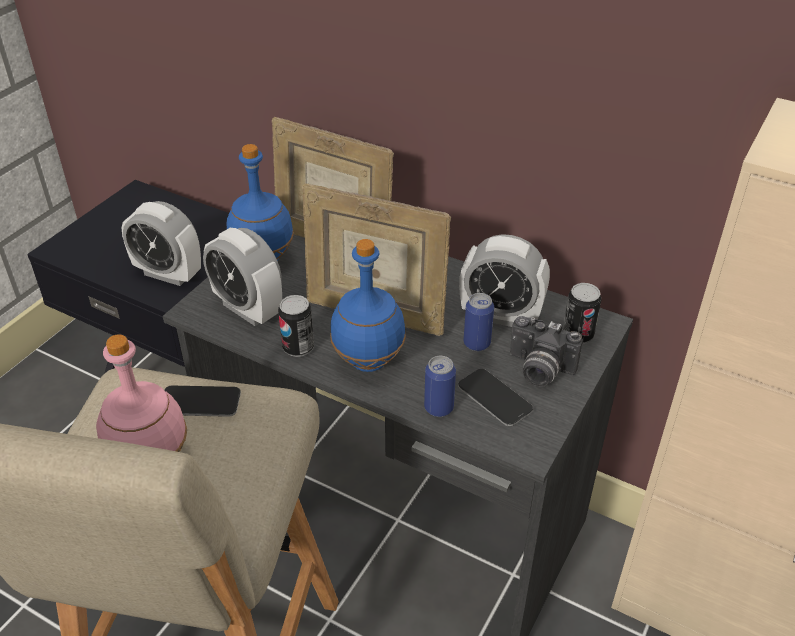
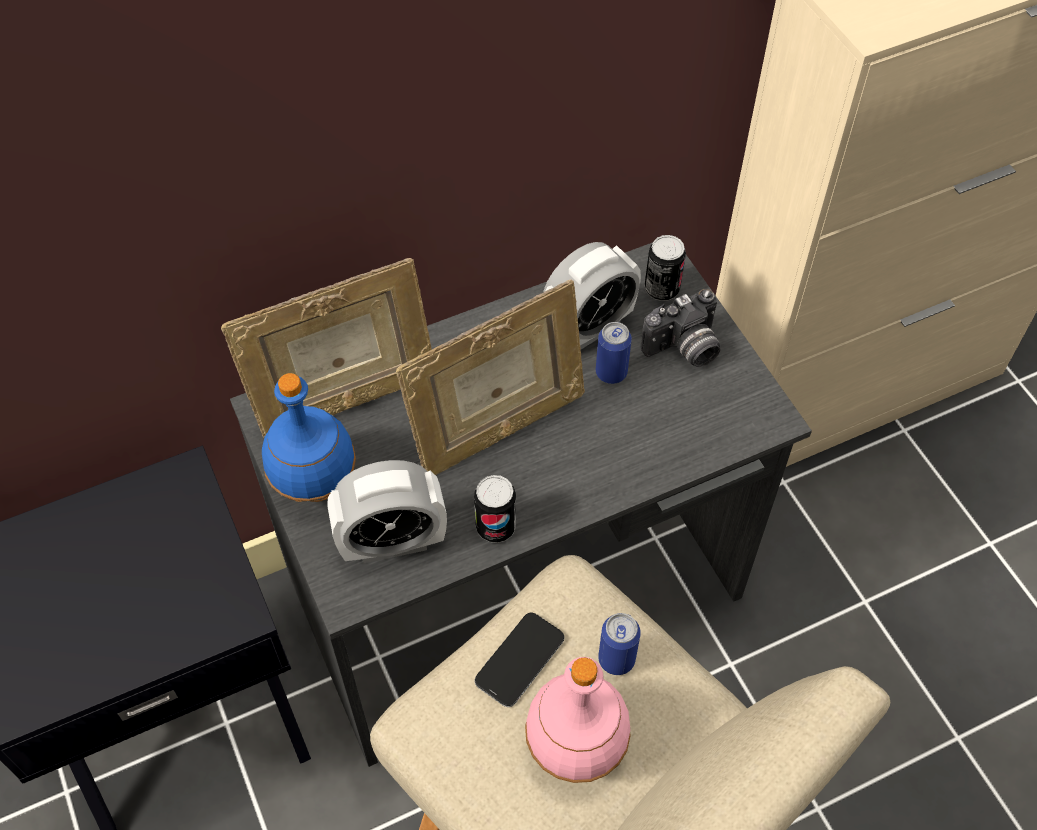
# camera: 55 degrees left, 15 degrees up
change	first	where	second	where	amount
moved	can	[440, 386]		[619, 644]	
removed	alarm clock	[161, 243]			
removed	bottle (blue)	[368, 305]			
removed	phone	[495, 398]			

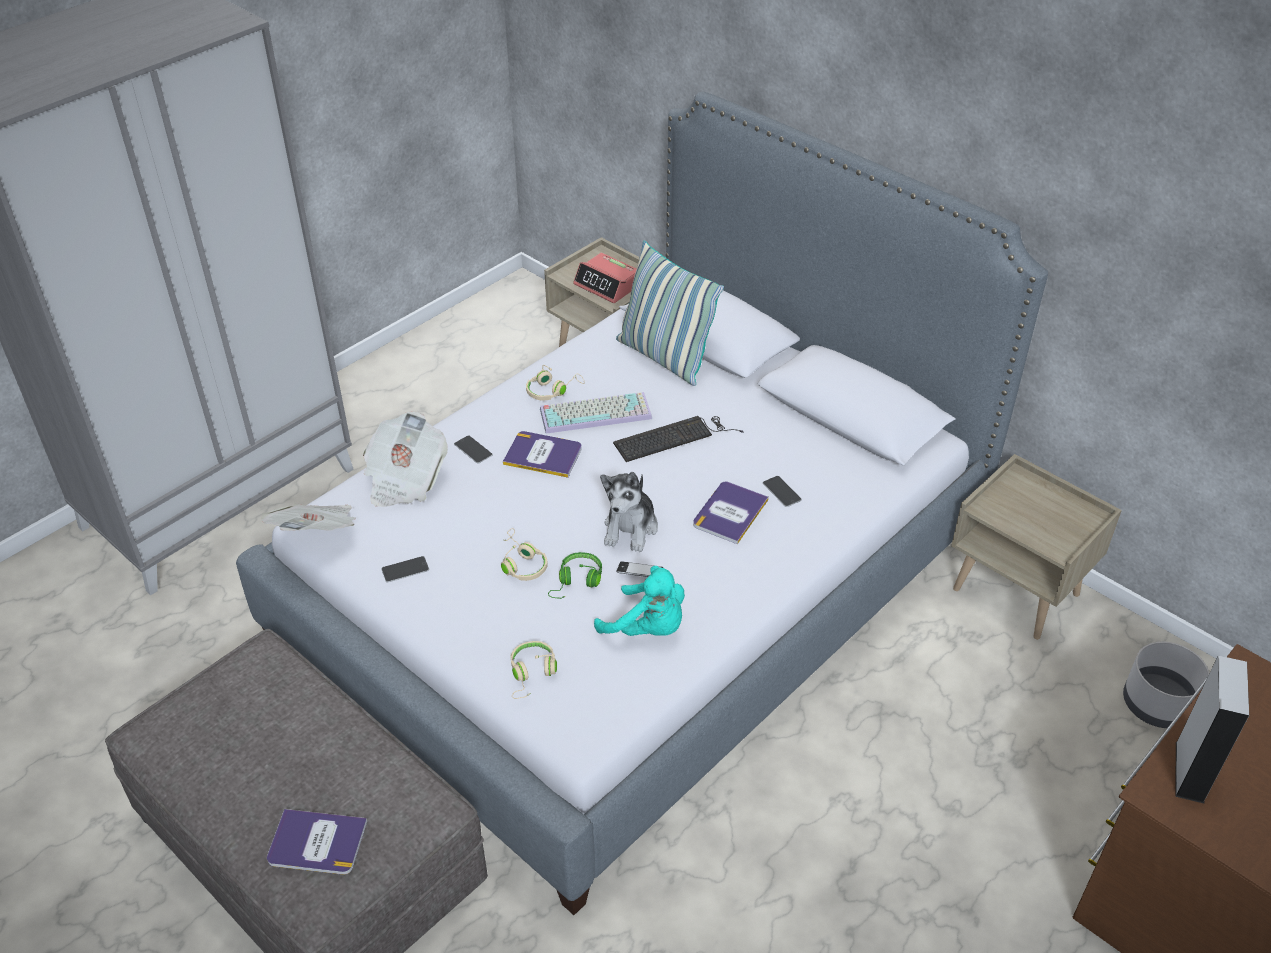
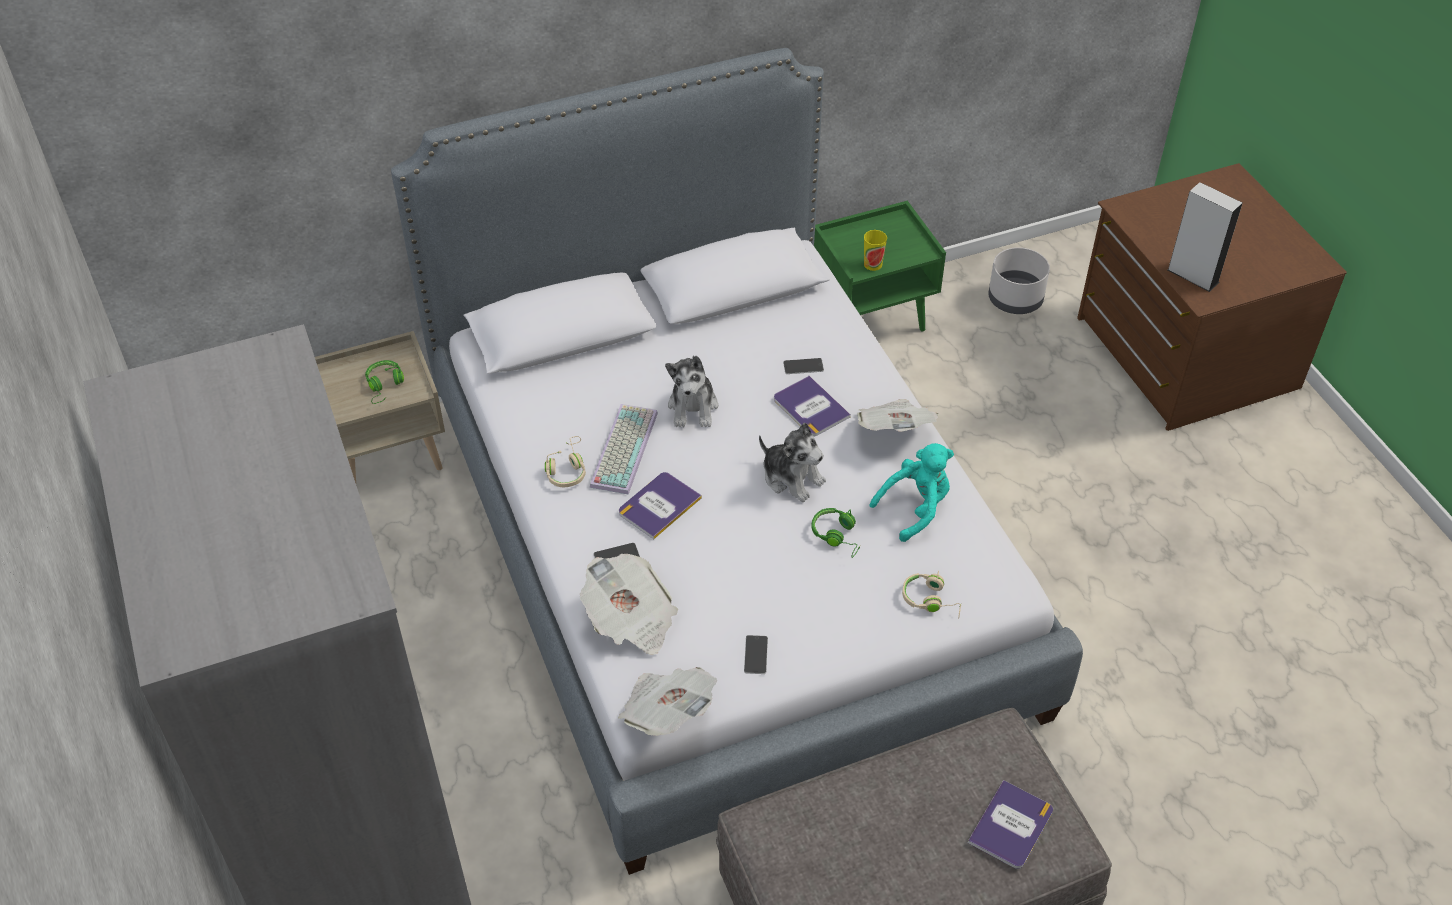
# camera: 65 degrees left, 5 degrees up
change	first	where	second	where	amount
replaced	alarm clock	[604, 278]	headphones (green)	[384, 382]	
replaced	keyboard	[678, 439]	plush toy	[691, 391]	
recoloured	nightstand (beige)	[1036, 547]	nightstand (green)	[880, 266]	
added			newspaper	[898, 415]	
added			cup	[875, 250]	
removed	headphones (beige)	[524, 554]			
removed	pillow	[670, 313]			
removed	phone	[640, 569]			

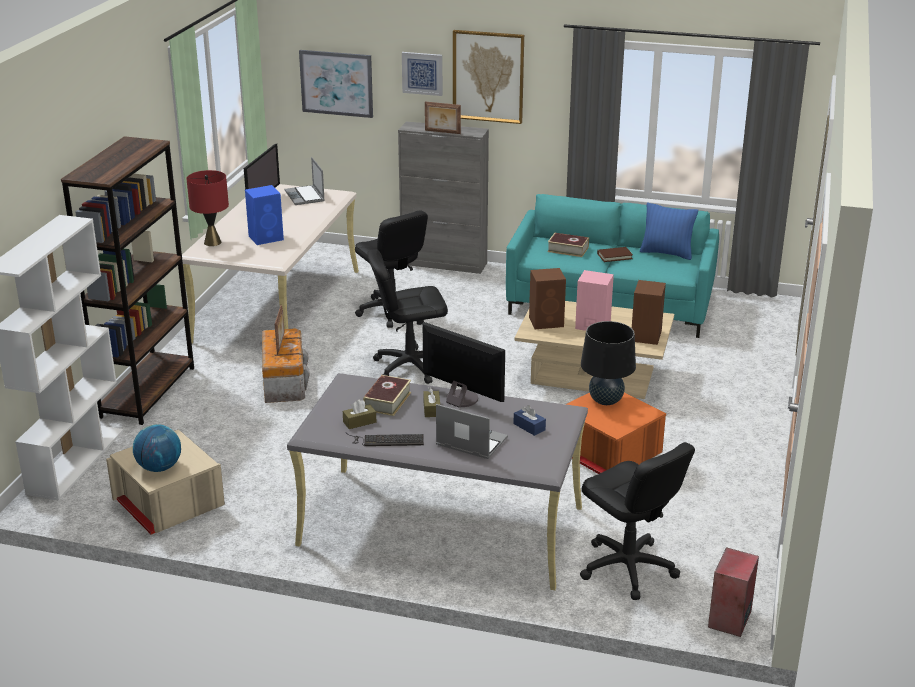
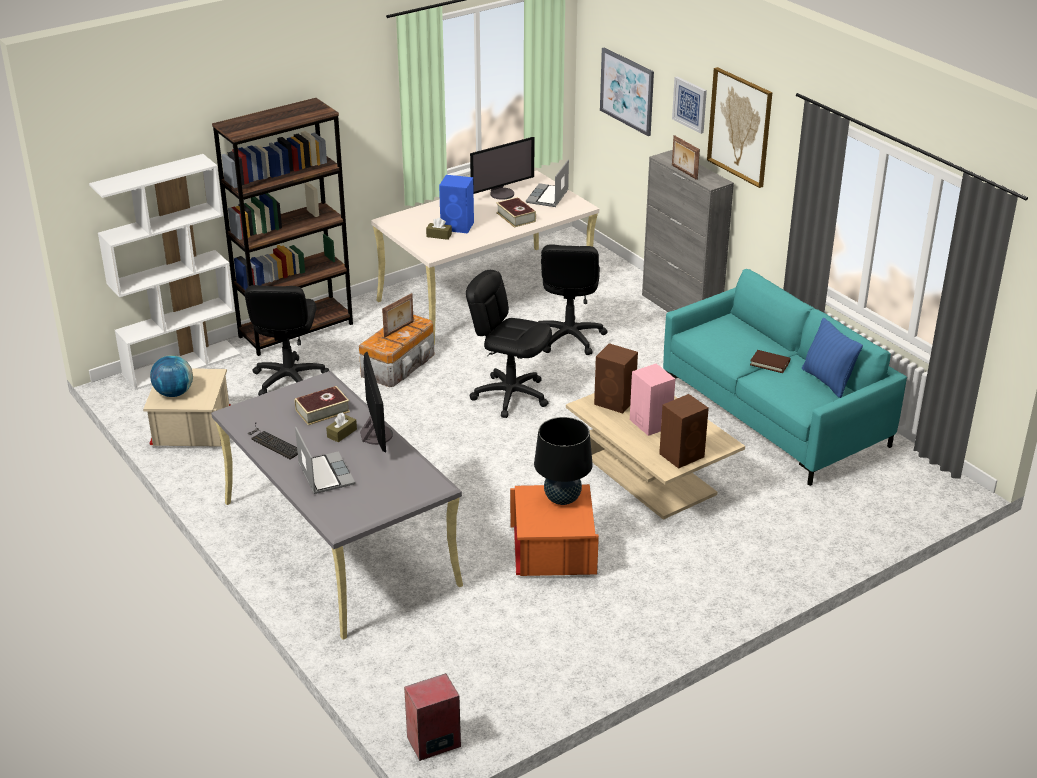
# camera: 40 degrees right, 5 degrees up
change	first	where	second	where	amount
moved	office chair (black)	[637, 521]		[286, 340]	
moved	tissue box (brown)	[359, 414]		[439, 229]	
moved	book	[568, 245]		[516, 212]	
removed	table lamp (red)	[207, 208]			
removed	tissue box (blue)	[530, 420]			

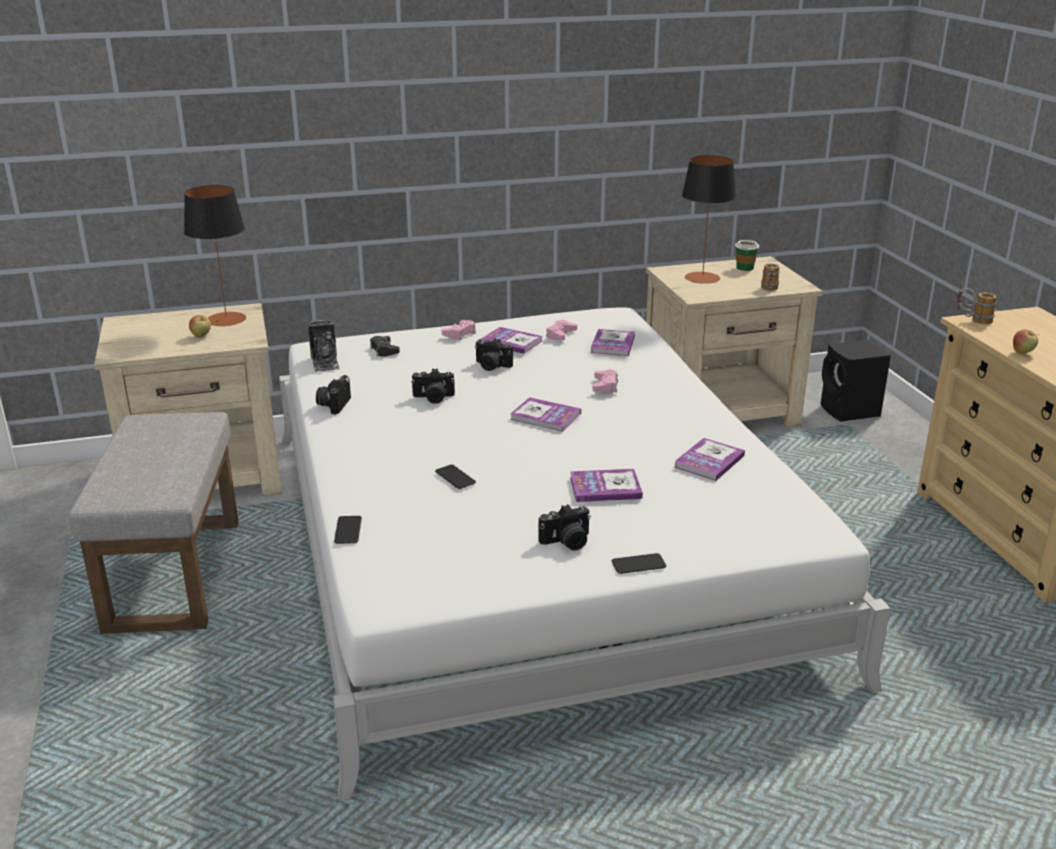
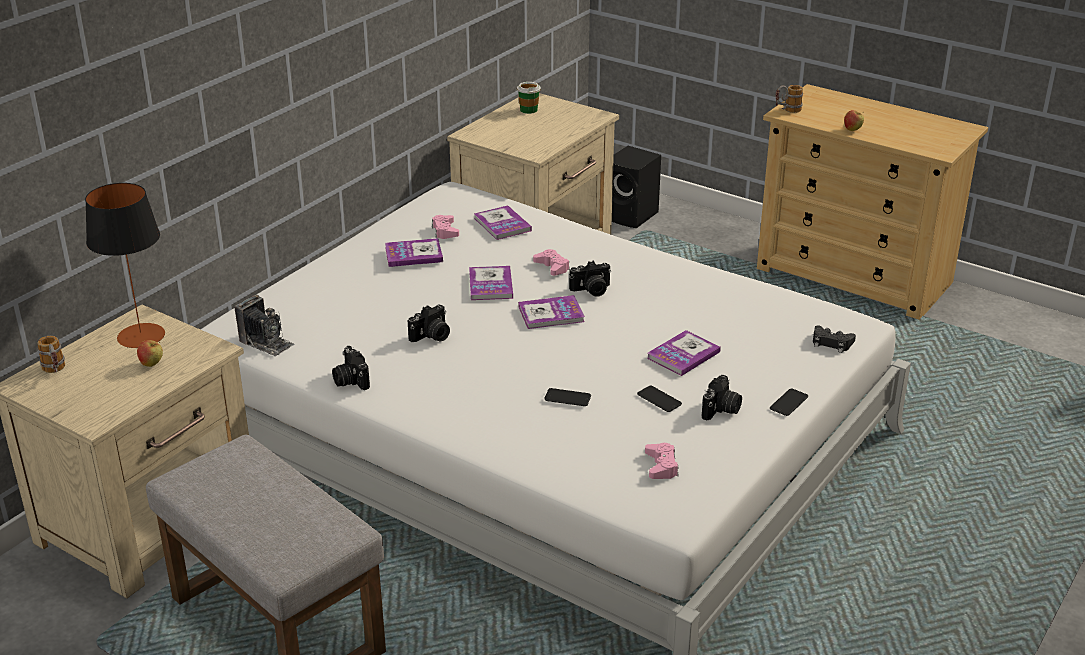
# camera: 40 degrees left, 5 degrees up
change	first	where	second	where	amount
moved	mug	[770, 277]		[51, 354]	
moved	book	[709, 459]		[491, 283]	
moved	photo camera	[494, 354]		[590, 278]	
moved	phone	[348, 530]		[659, 399]	
moved	game controller (pink)	[459, 330]		[662, 461]	
moved	game controller (black)	[385, 346]		[834, 339]	
removed	table lamp	[709, 219]			

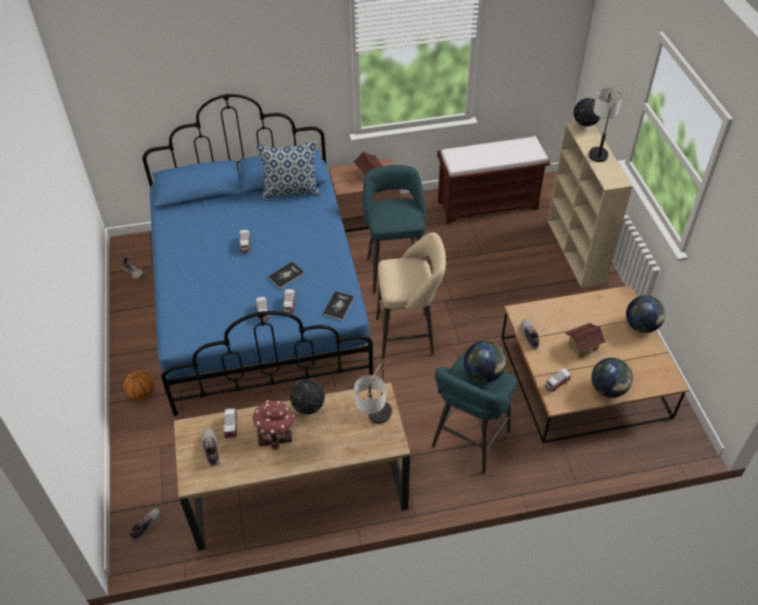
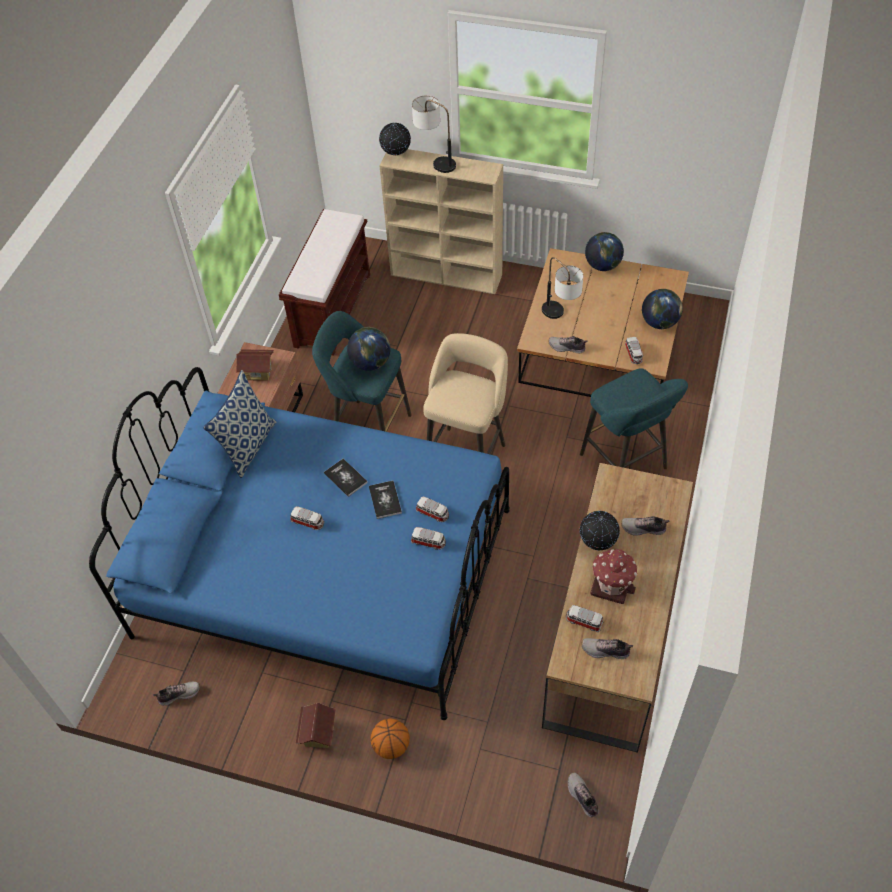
# camera: 60 degrees left, 5 degrees up
change	first	where	second	where	amount
moved	toy house	[585, 340]		[316, 725]	
moved	book	[339, 306]		[346, 478]	
moved	globe	[485, 362]		[368, 349]	
moved	table lamp	[373, 393]		[562, 288]	
added			shoe	[645, 526]	

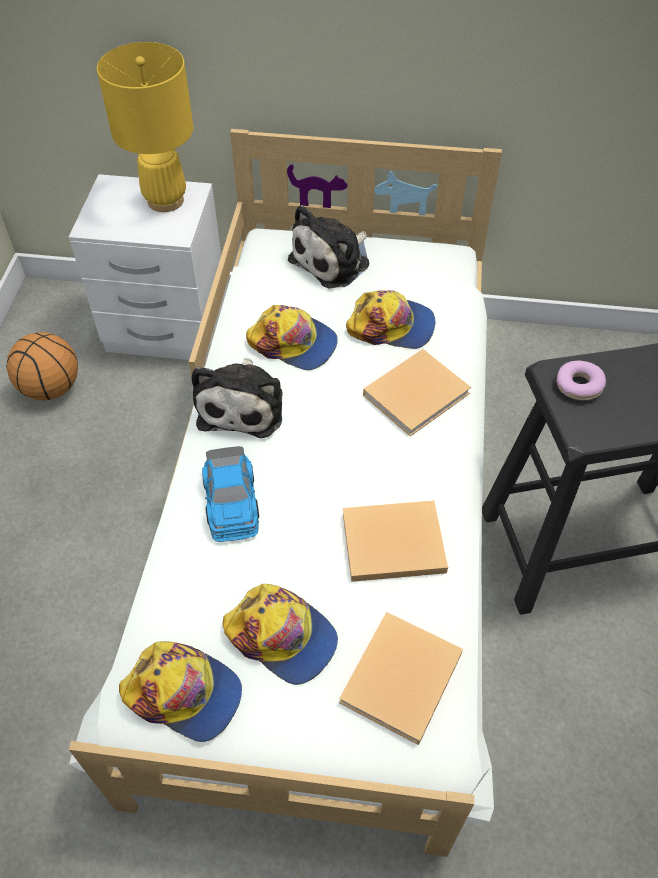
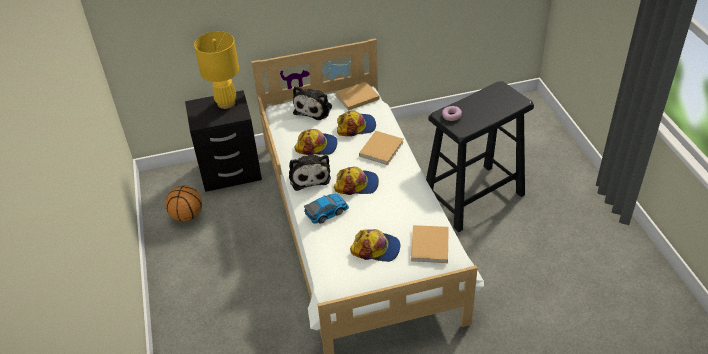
# camera: 20 degrees left, 10 degrees down
change	first	where	second	where	amount
recoloured	nightstand (white)	[147, 268]	nightstand (black)	[223, 141]	
turned	toy car	[230, 494]		[326, 209]	90 degrees counterclockwise
moved	cap	[180, 691]		[356, 181]	
moved	book (beige)	[395, 541]		[357, 96]	

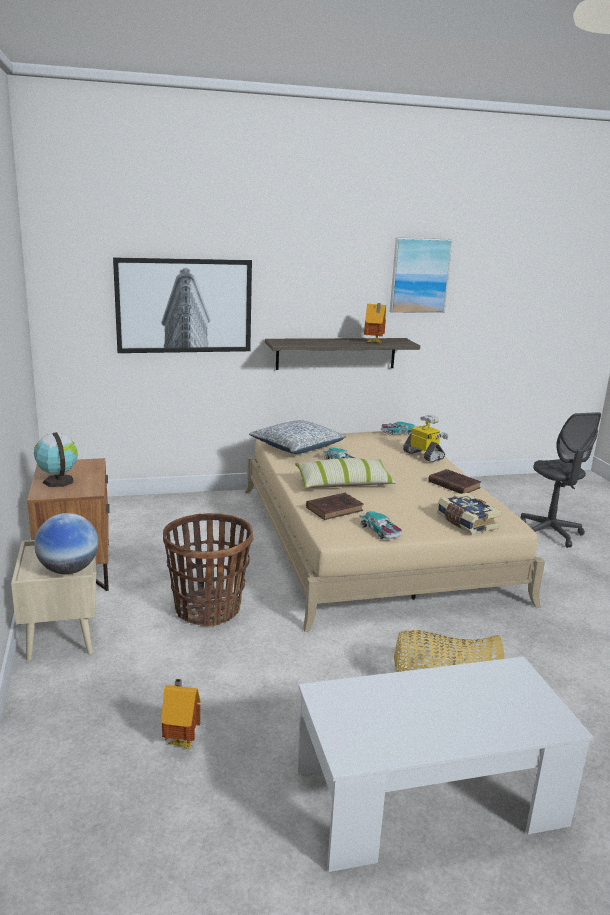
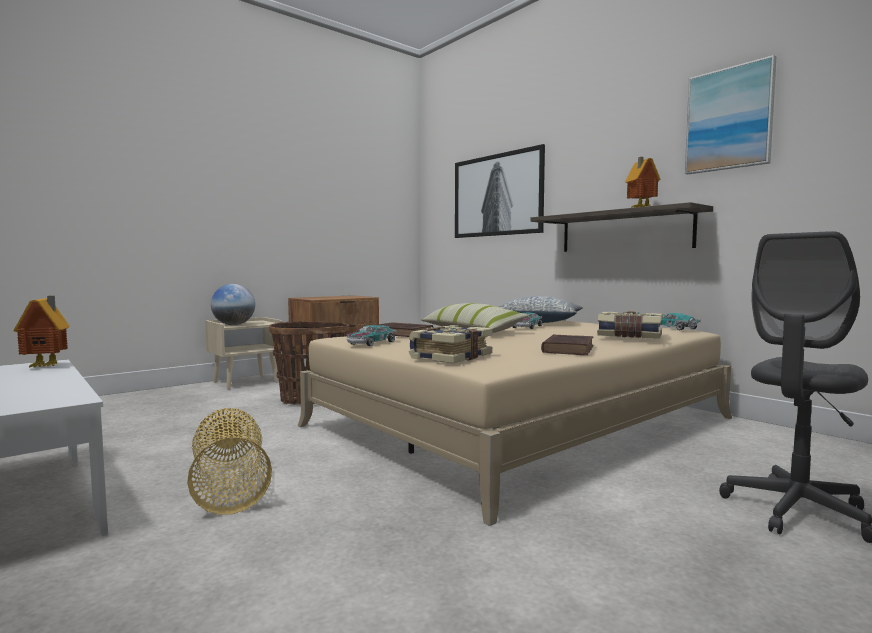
# camera: 65 degrees right, 15 degrees down
change	first	where	second	where	amount
moved	toy house	[181, 714]		[41, 331]	
replaced	toy robot	[425, 438]	book	[630, 325]	
removed	globe	[56, 459]			

